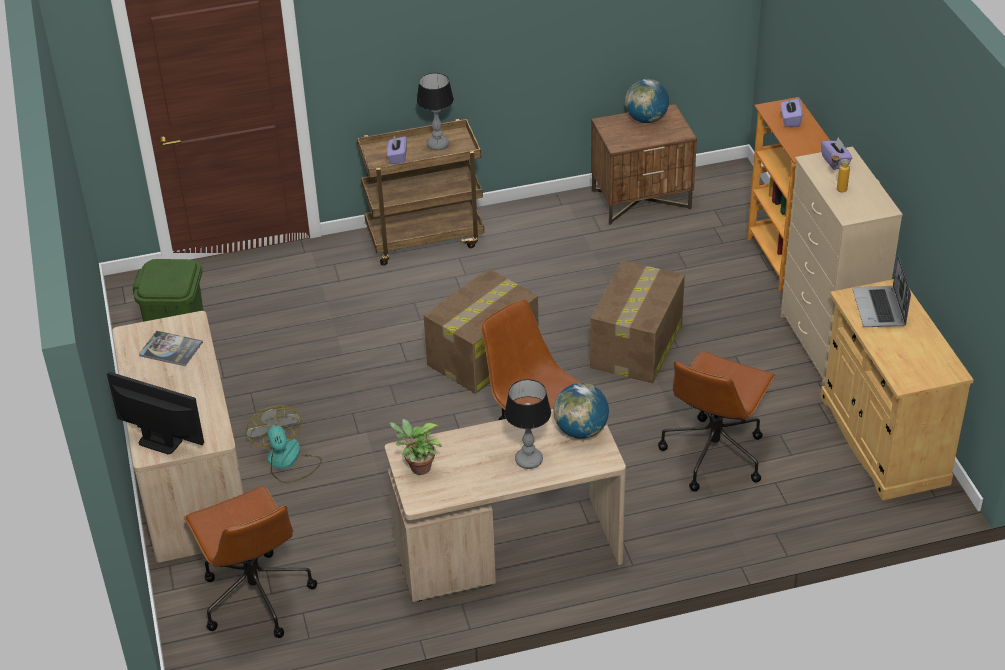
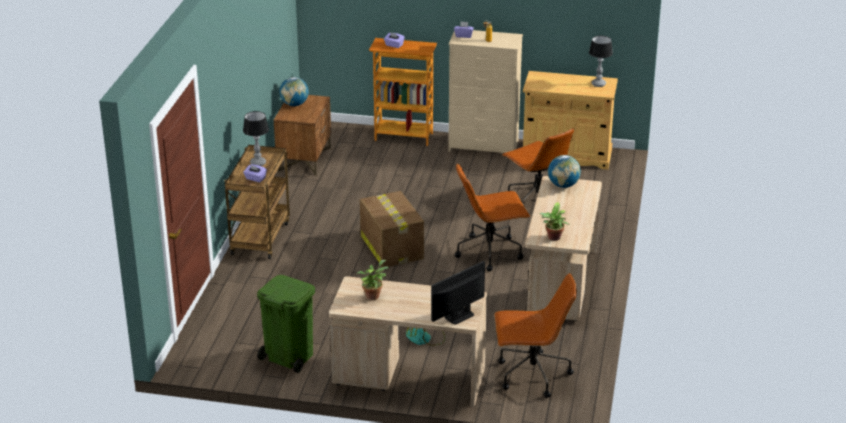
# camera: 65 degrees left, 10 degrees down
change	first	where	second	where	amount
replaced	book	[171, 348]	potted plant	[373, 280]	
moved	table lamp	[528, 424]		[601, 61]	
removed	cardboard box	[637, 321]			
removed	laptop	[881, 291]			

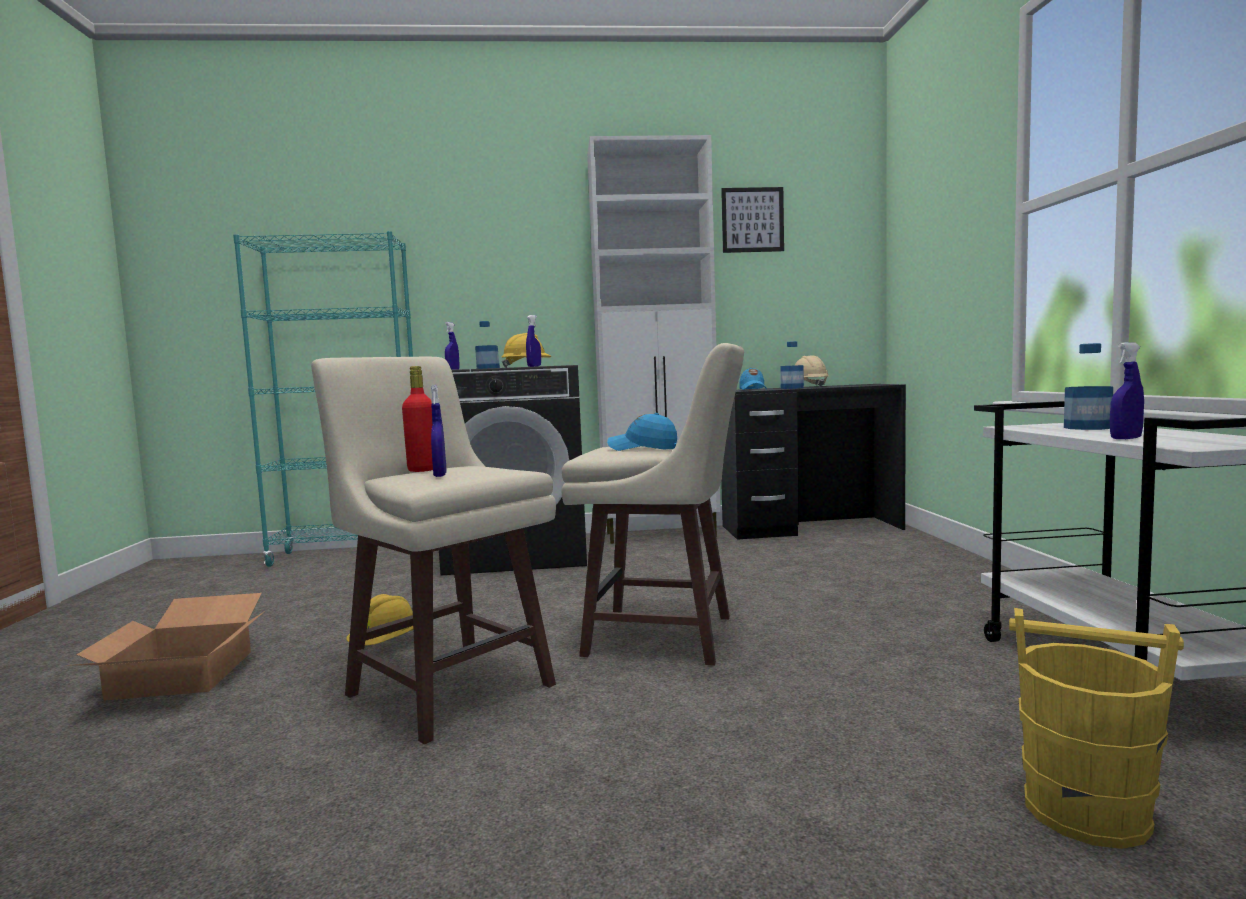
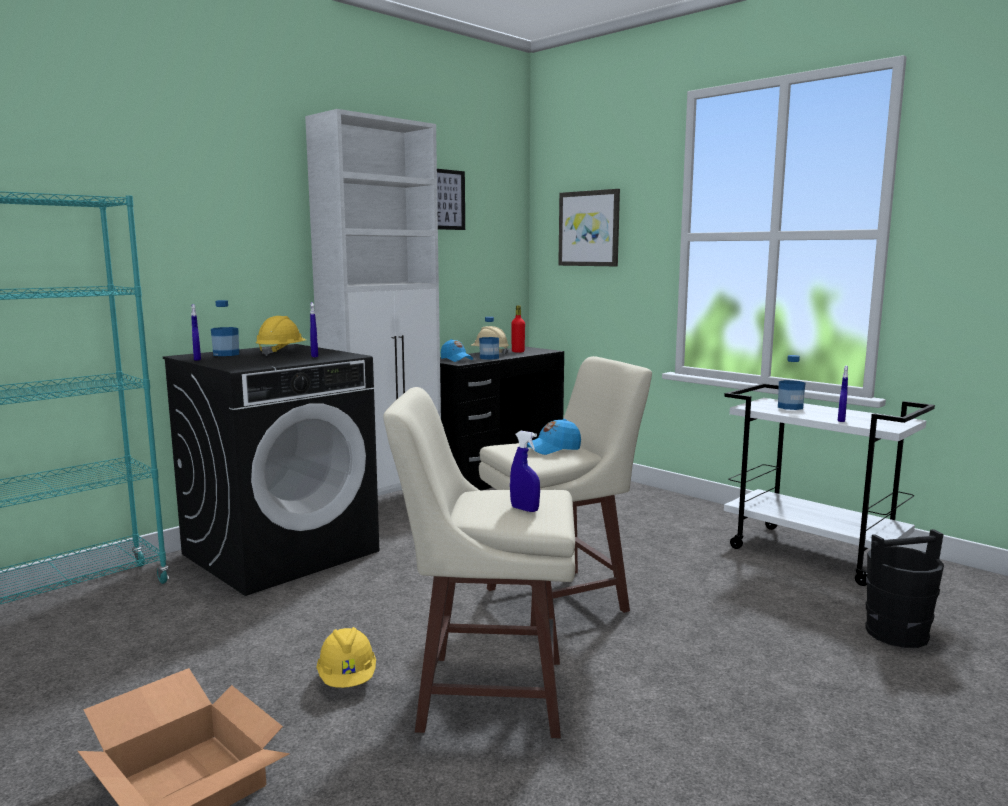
# camera: 40 degrees left, 5 degrees up
change	first	where	second	where	amount
moved	bottle (red)	[417, 419]		[518, 329]	
added			picture	[589, 227]	
recoloured	bucket (yellow)	[1096, 728]	bucket (black)	[904, 588]	

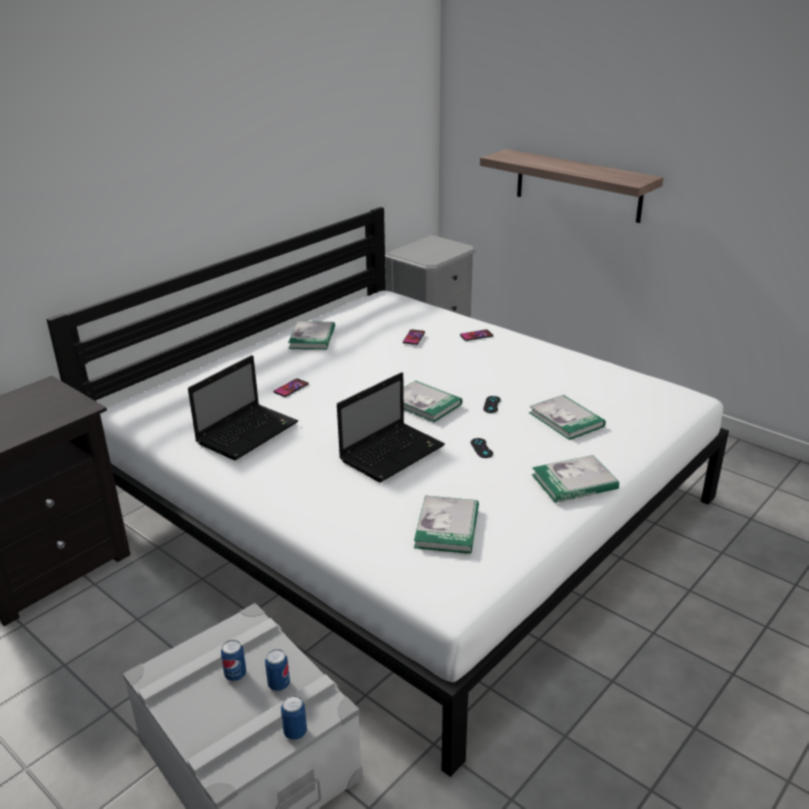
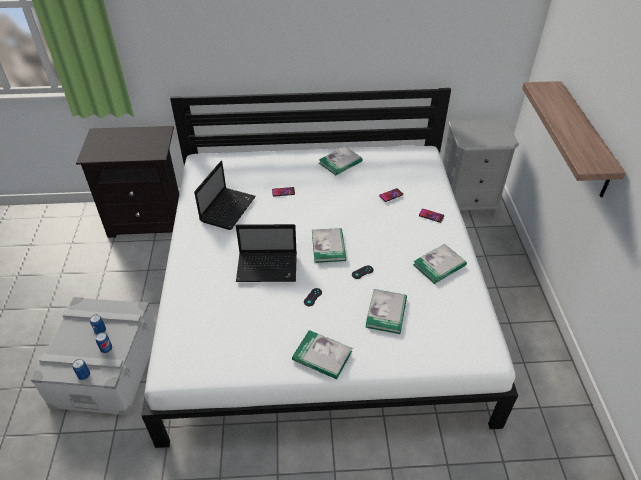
# camera: 45 degrees right, 15 degrees up
change	first	where	second	where	amount
turned	laptop	[243, 407]		[225, 195]	60 degrees counterclockwise
moved	book	[446, 525]		[440, 264]	

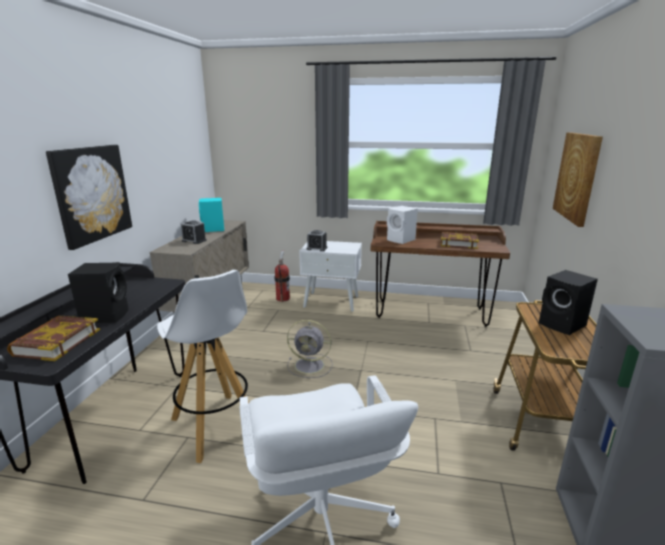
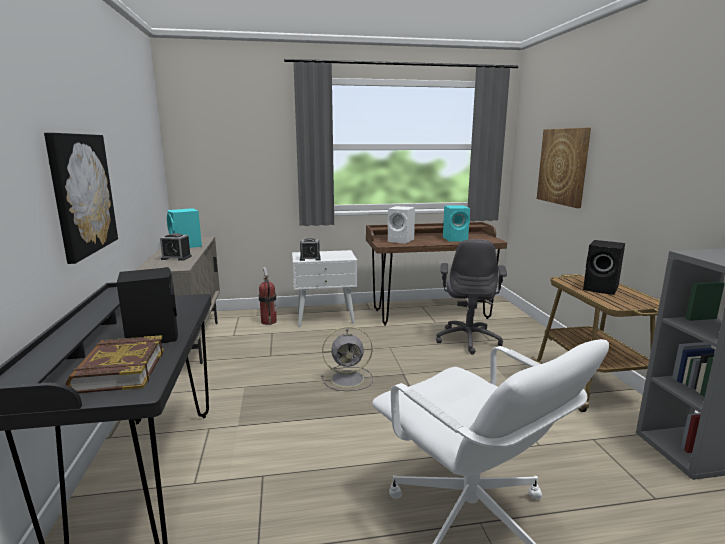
# camera: 20 degrees left, 5 degrees down
change	first	where	second	where	amount
added			office chair (grey)	[471, 297]	
replaced	book	[460, 240]	speaker (turquoise)	[456, 223]	
removed	stool (white)	[203, 366]			

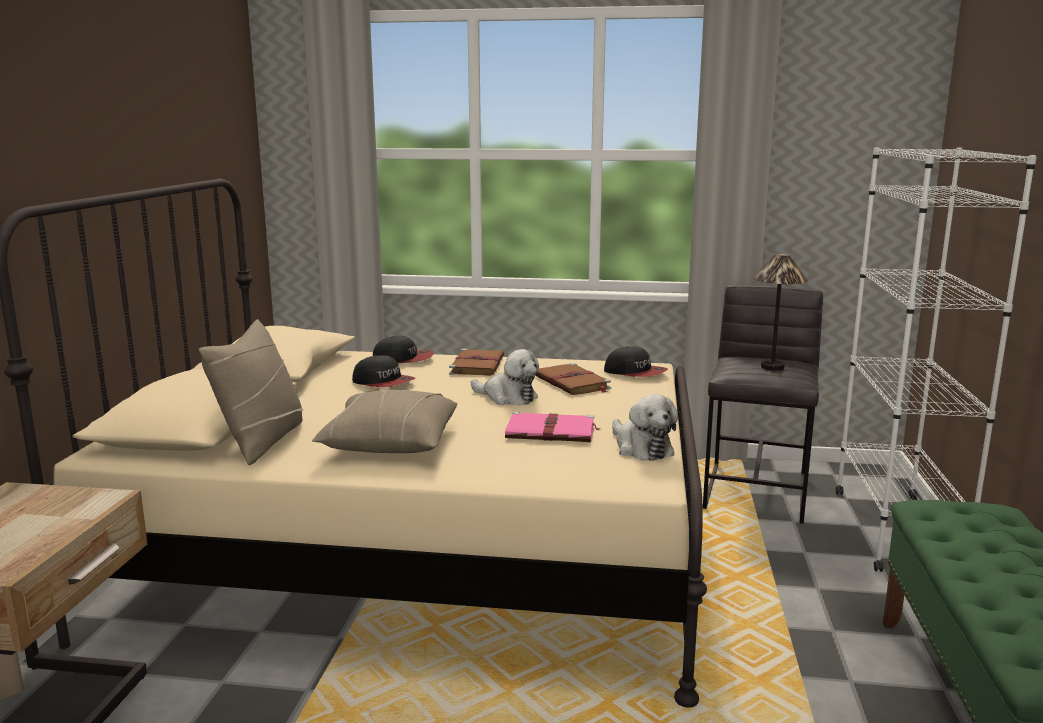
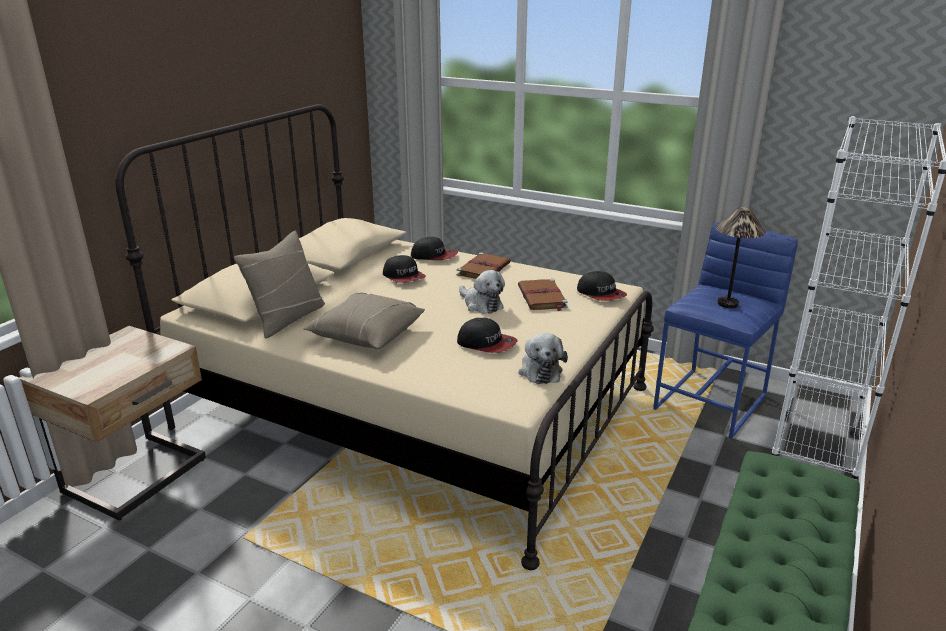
# camera: 20 degrees right, 10 degrees up
change	first	where	second	where	amount
replaced	book (pink)	[553, 426]	cap	[487, 335]	
recoloured	stool (grey)	[763, 404]	stool (blue)	[725, 331]	

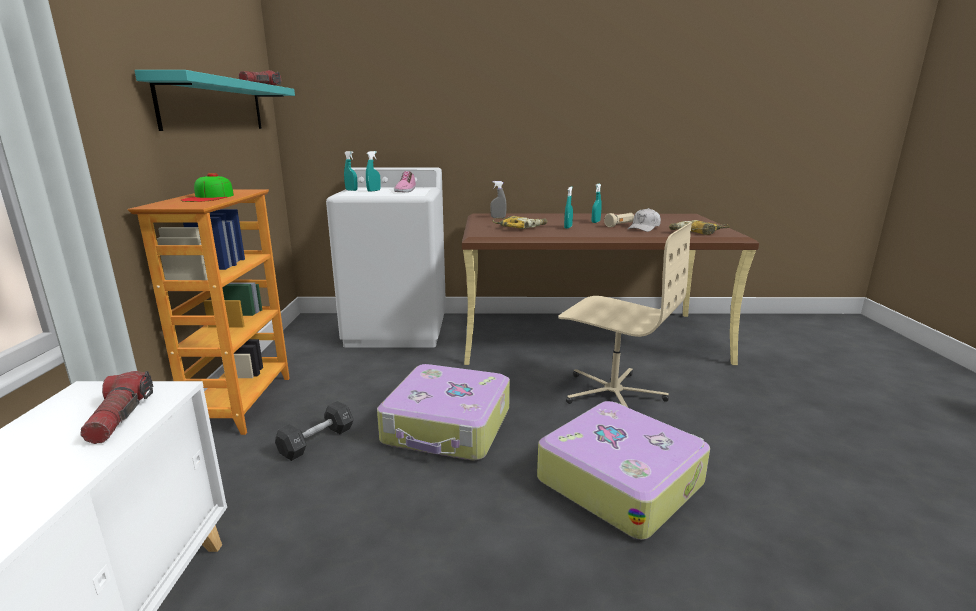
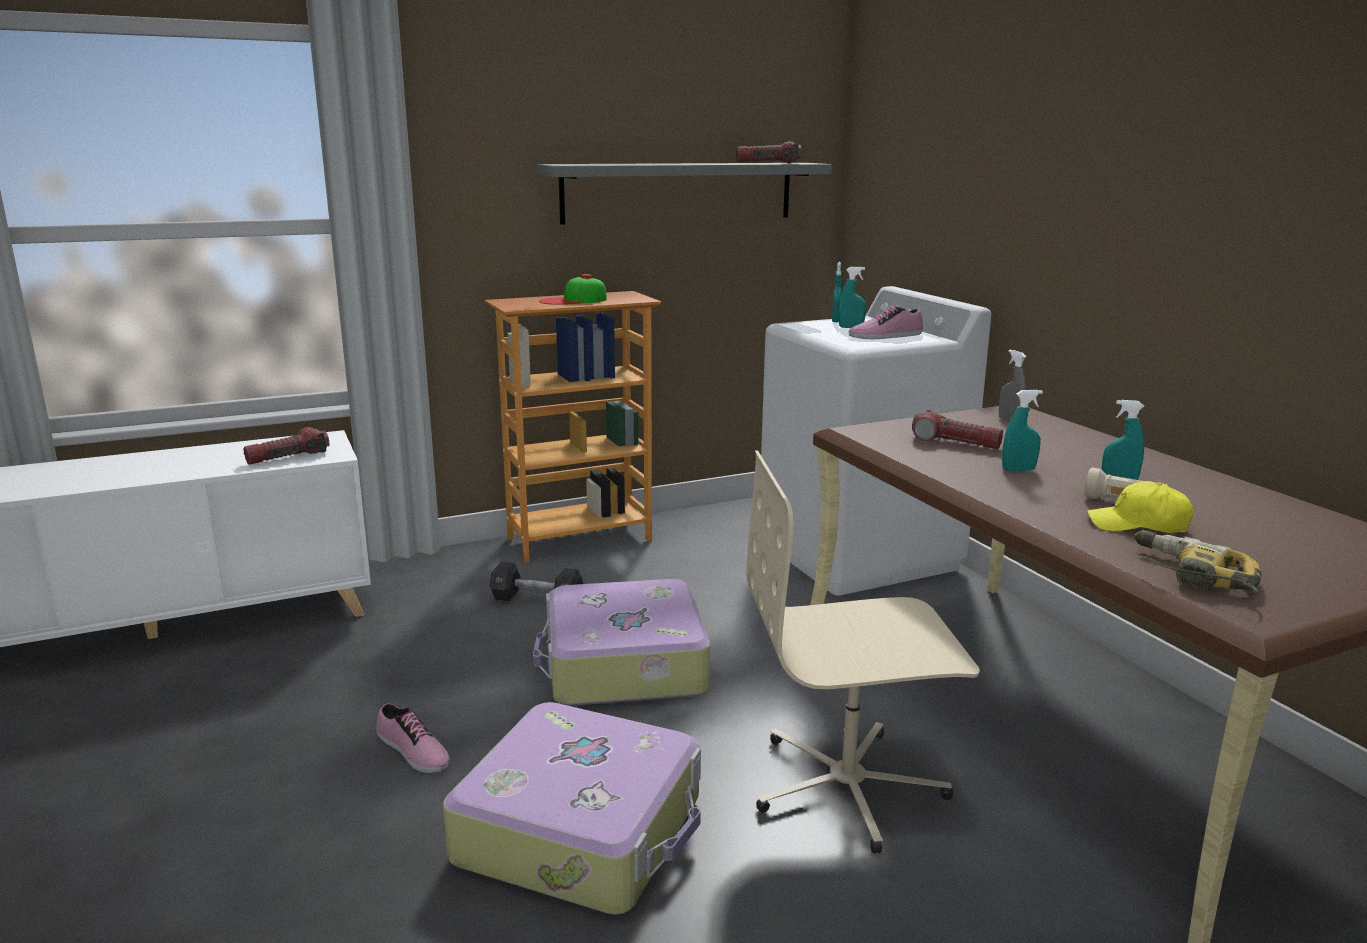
# camera: 65 degrees right, 0 degrees up
change	first	where	second	where	amount
added			shoe	[413, 738]	
recoloured	shelf (turquoise)	[214, 100]	shelf (grey)	[684, 194]	
turned	office chair (beige)	[625, 314]		[863, 651]	75 degrees clockwise
replaced	power drill	[519, 222]	flashlight	[957, 429]	
recoloured	cap (white)	[644, 220]	cap (yellow)	[1140, 507]	

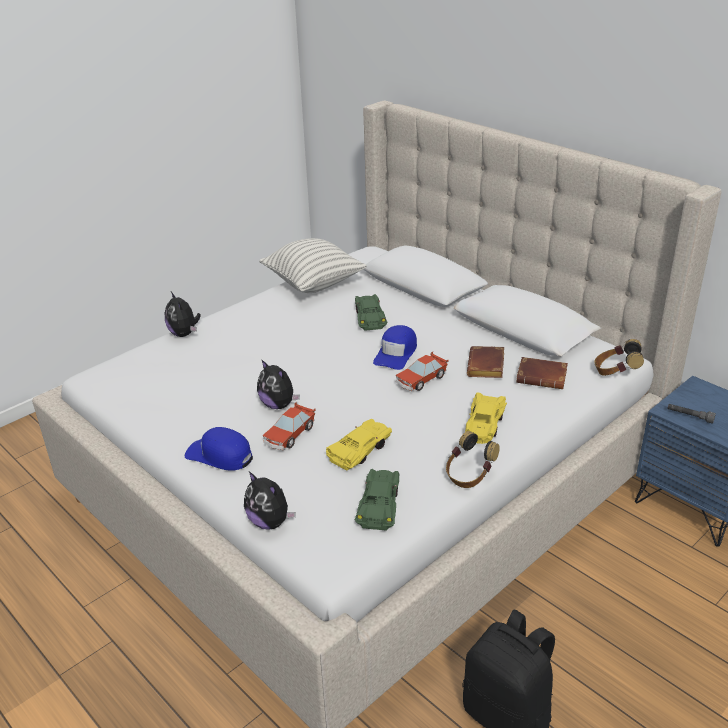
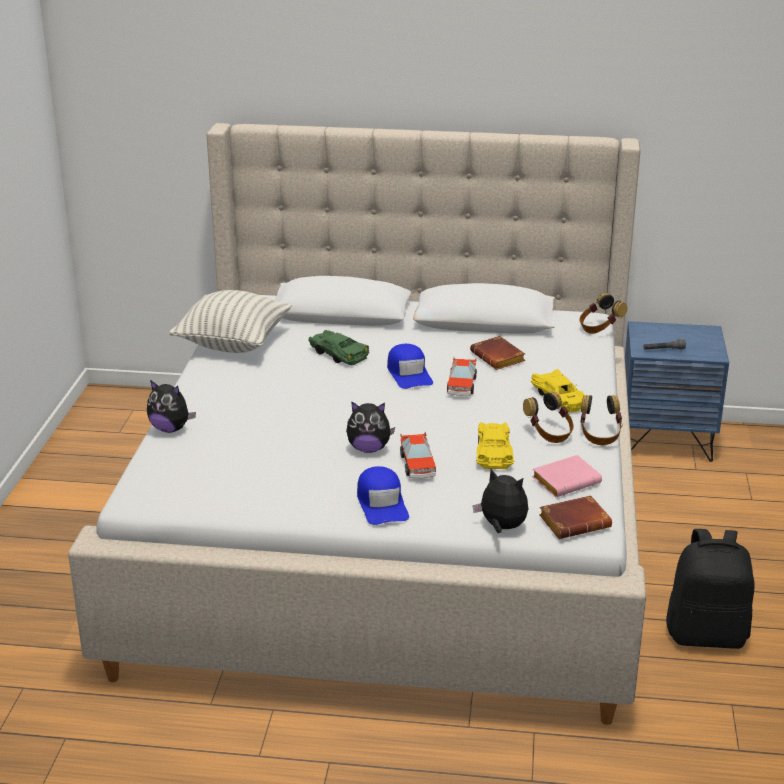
# camera: 40 degrees left, 5 degrees down
change	first	where	second	where	amount
turned	cap (blue)	[219, 449]		[383, 495]	90 degrees counterclockwise
turned	plush toy	[270, 501]		[500, 501]	150 degrees counterclockwise
added			headphones	[548, 417]	
replaced	toy car (green)	[377, 500]	book (pink)	[567, 476]	
moved	book (brown)	[542, 373]		[575, 517]	

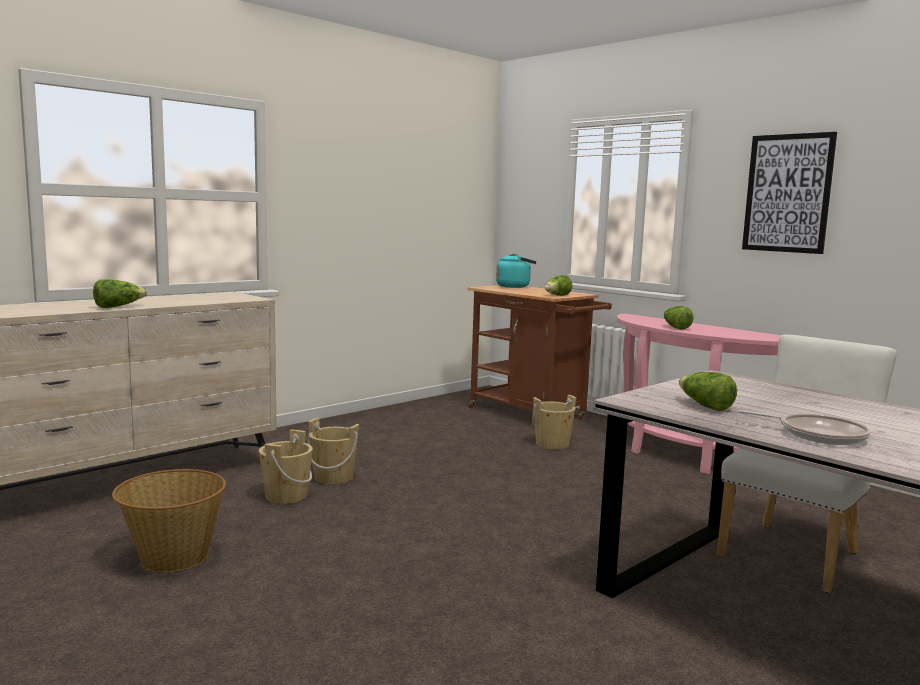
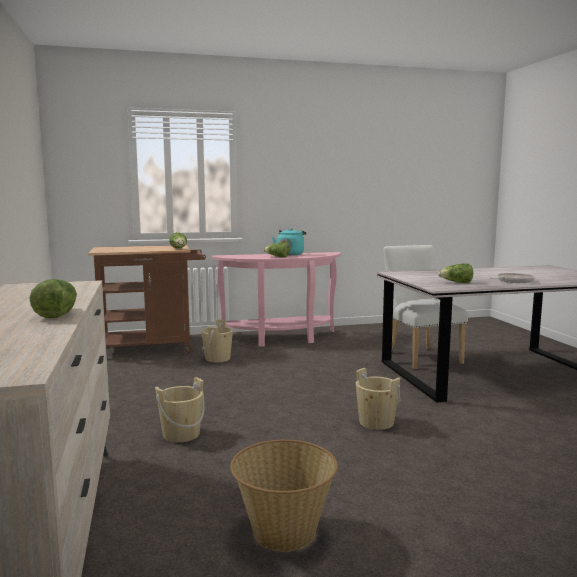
# camera: 60 degrees left, 0 degrees up
change	first	where	second	where	amount
moved	kettle (turquoise)	[516, 270]		[289, 241]	
moved	bucket (beige)	[286, 467]		[378, 399]	
removed	picture	[789, 193]			

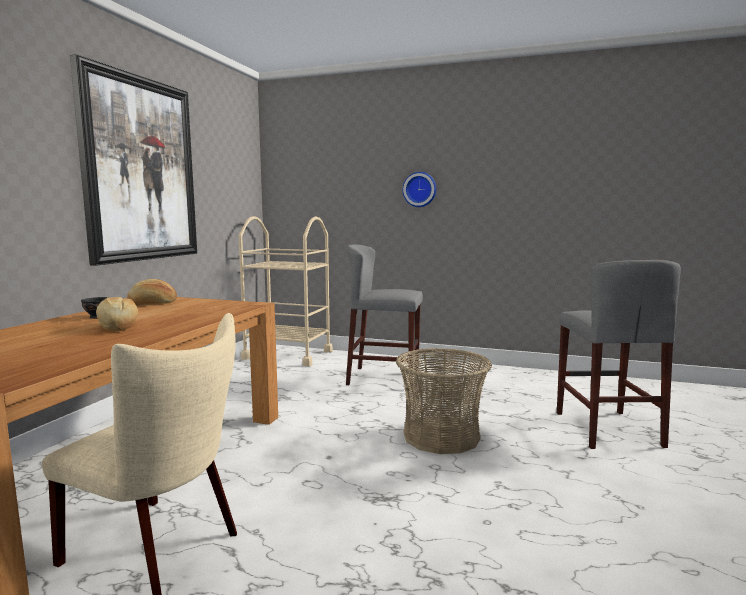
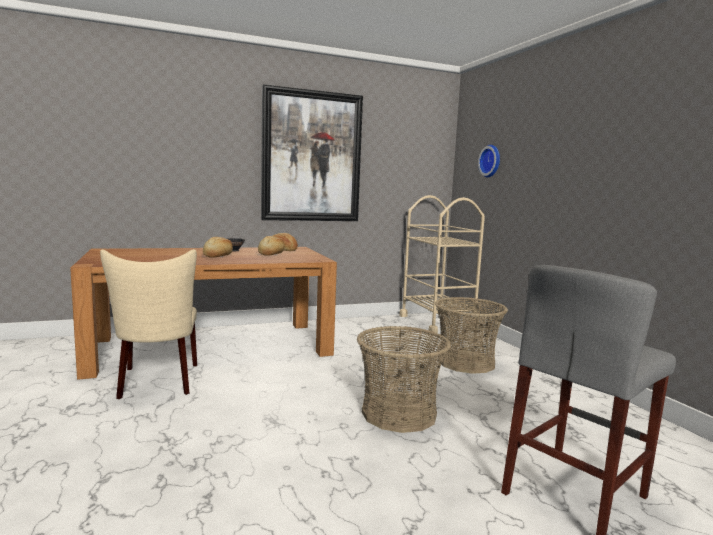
# camera: 50 degrees right, 0 degrees up
change	first	where	second	where	amount
added			bread	[271, 246]	
replaced	stool (grey)	[384, 315]	basket	[471, 335]	
moved	wall clock	[419, 189]		[489, 161]	

